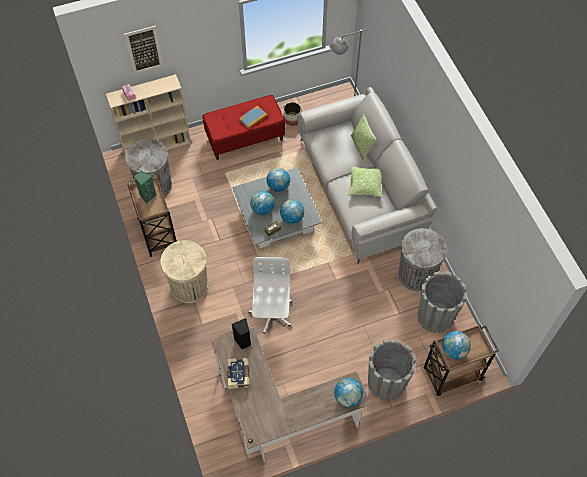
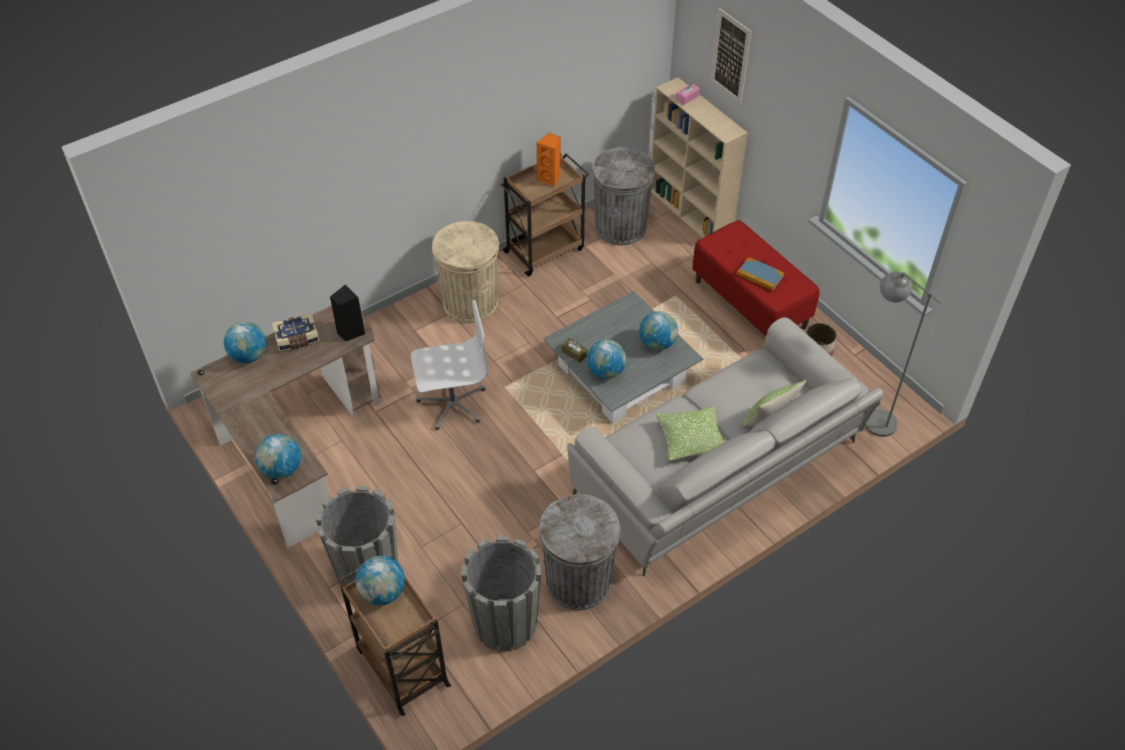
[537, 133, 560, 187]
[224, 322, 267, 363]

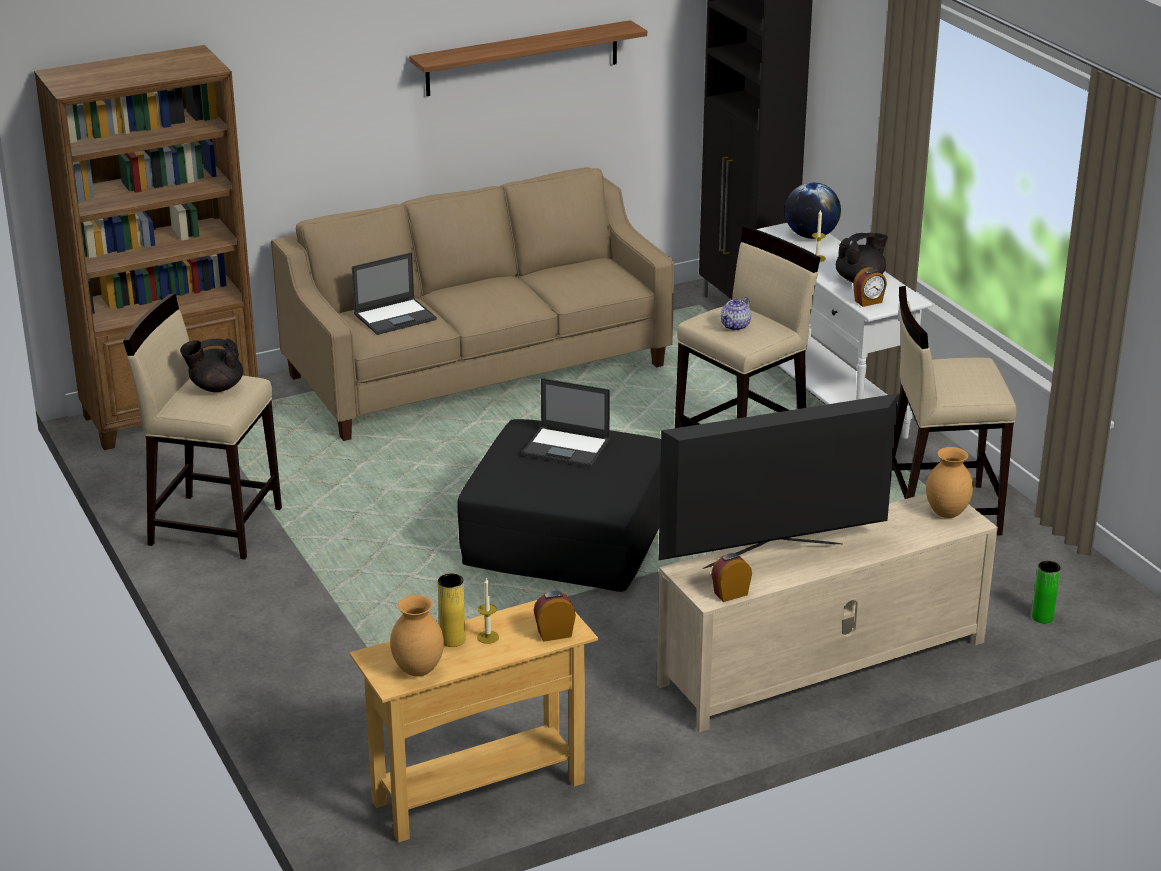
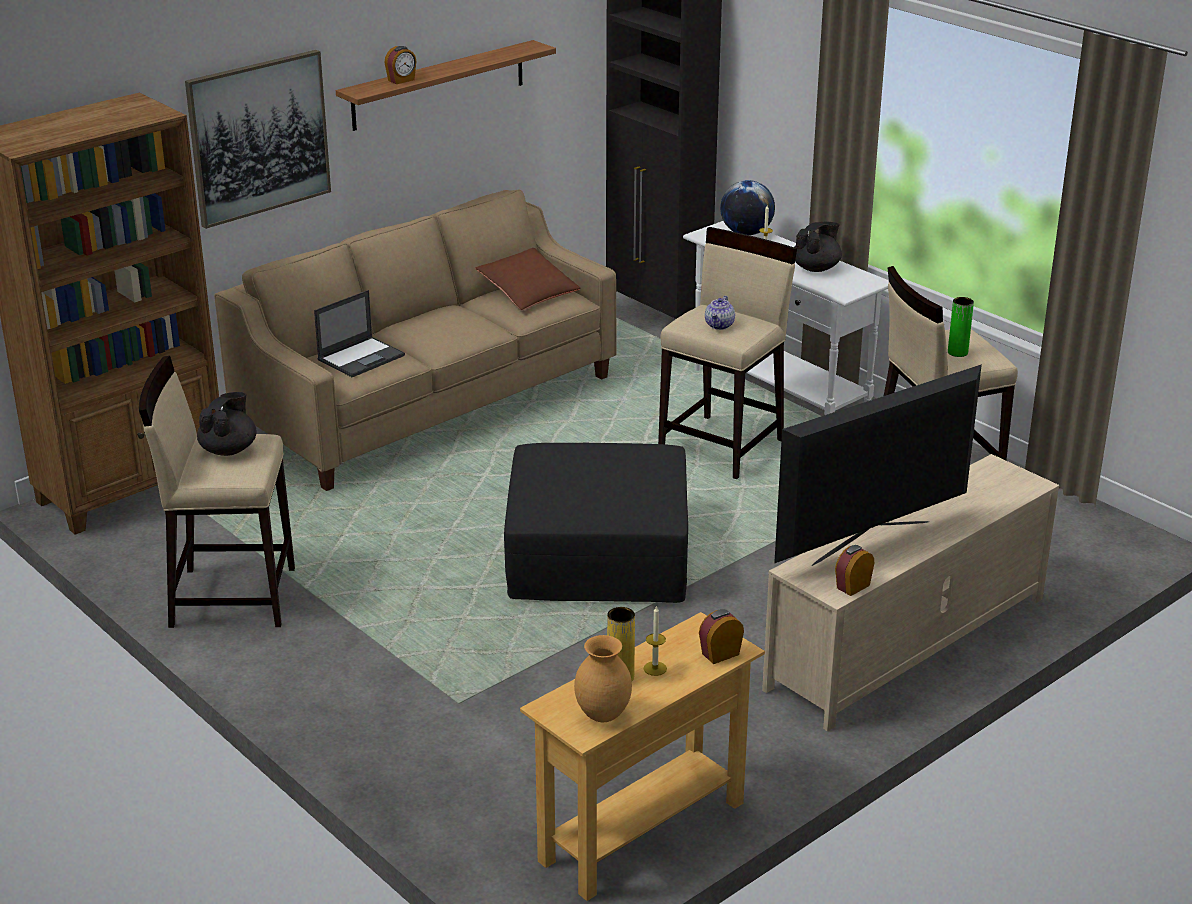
[197, 392, 257, 456]
[522, 378, 610, 468] (first image)
[385, 46, 416, 84]
[926, 447, 973, 518] (first image)
[948, 297, 974, 357]
[185, 50, 331, 229]
[475, 248, 581, 310]

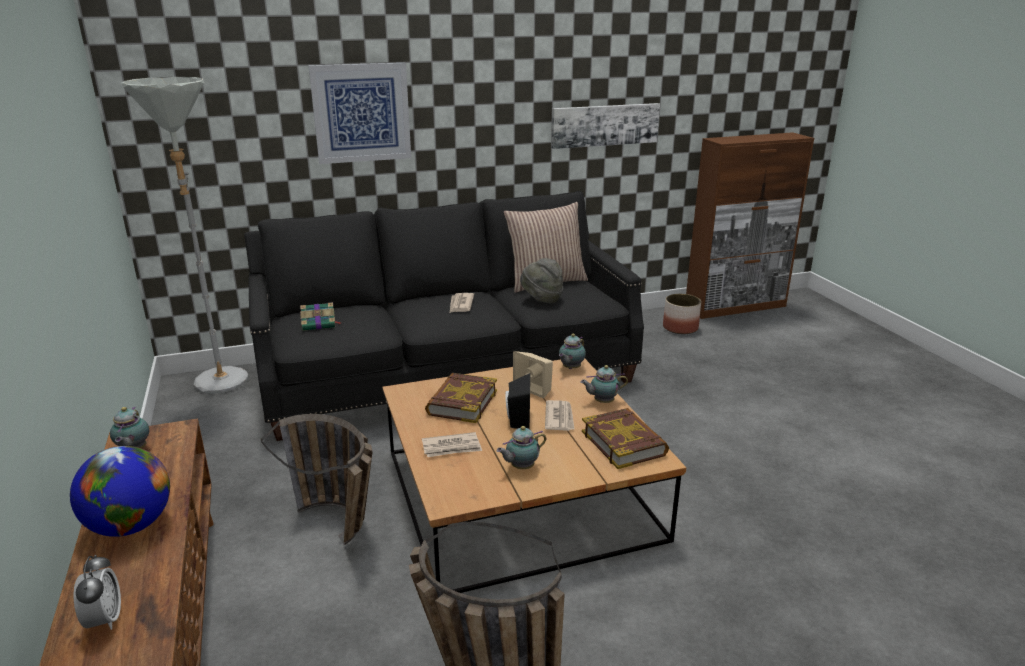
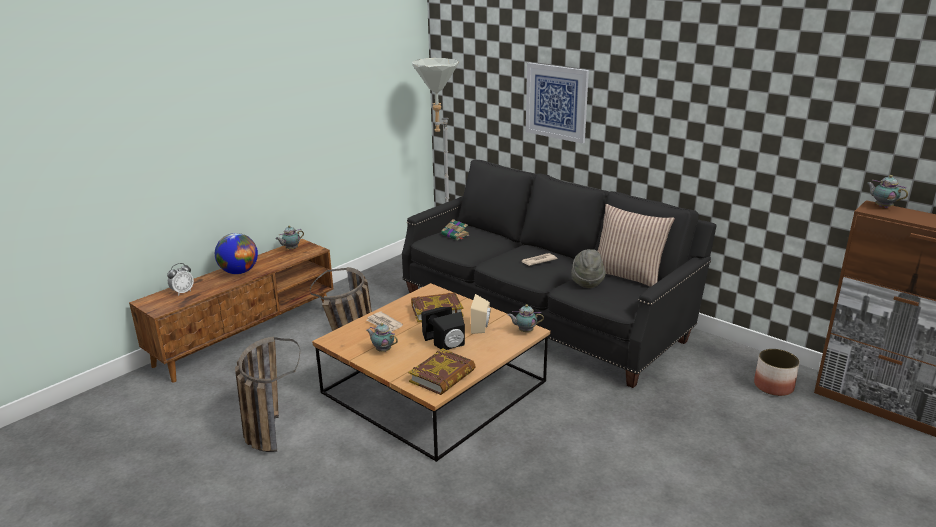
[433, 312, 465, 350]
[551, 103, 660, 149] (first image)
[867, 175, 908, 208]

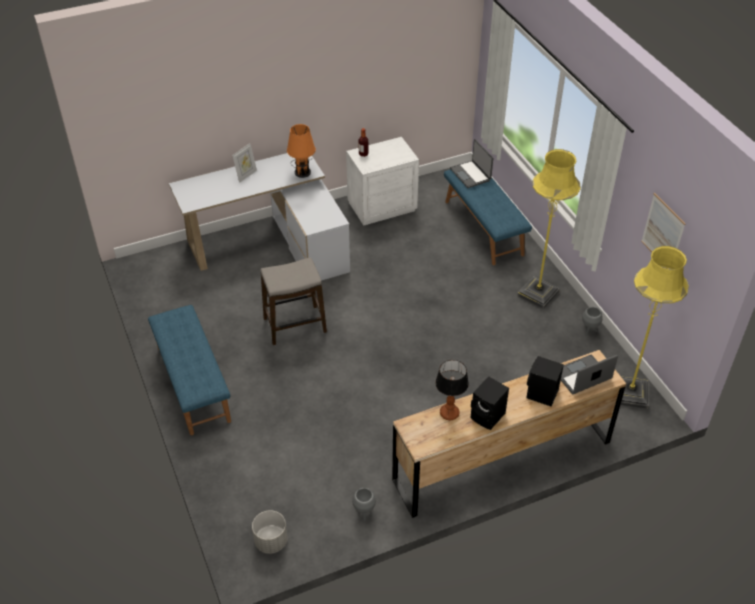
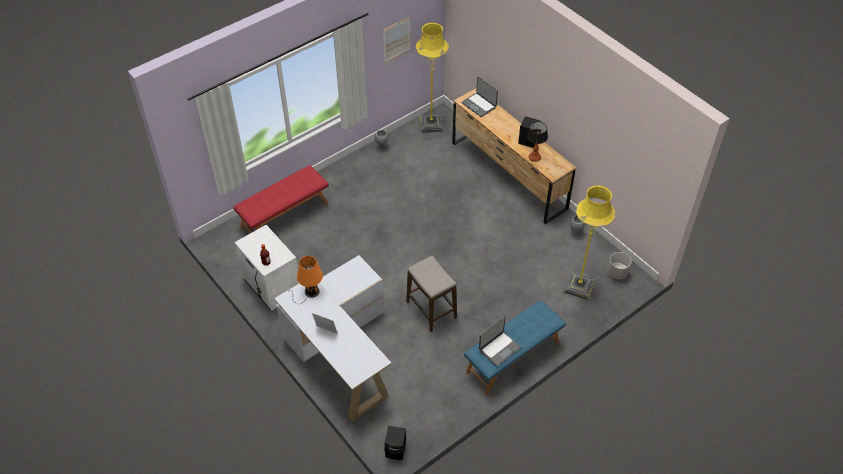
[233, 165, 329, 233]
[479, 317, 521, 367]
[564, 185, 615, 300]
[384, 426, 406, 460]

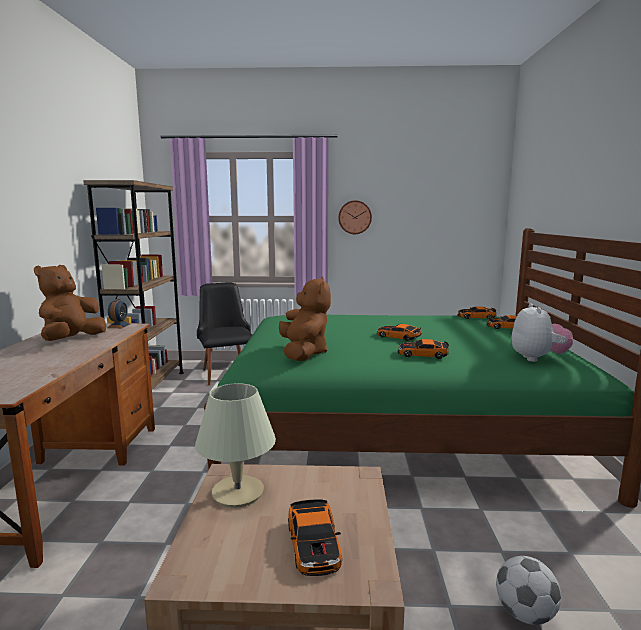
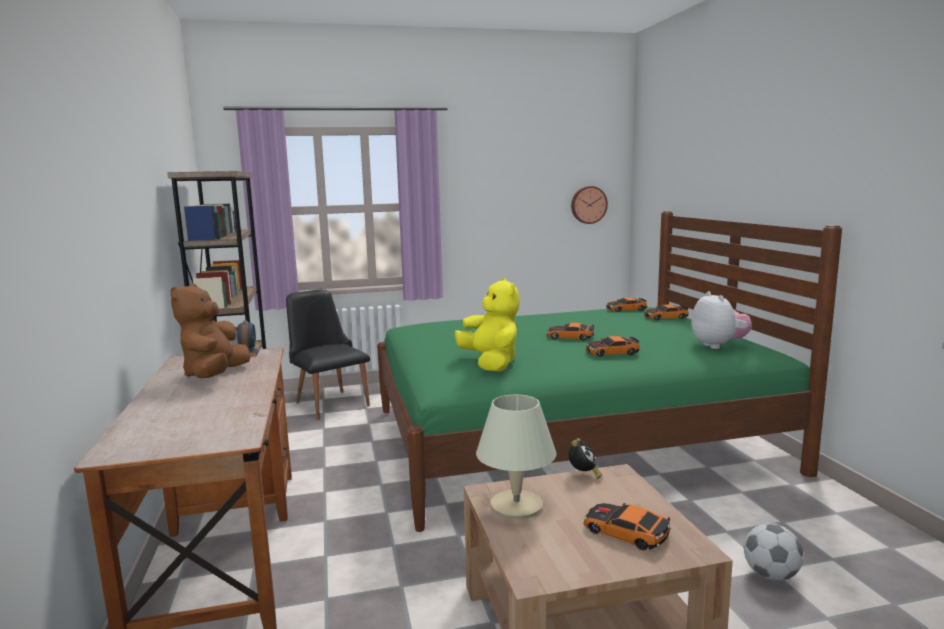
[455, 278, 520, 372]
[583, 503, 671, 550]
[571, 186, 608, 224]
[568, 438, 602, 479]

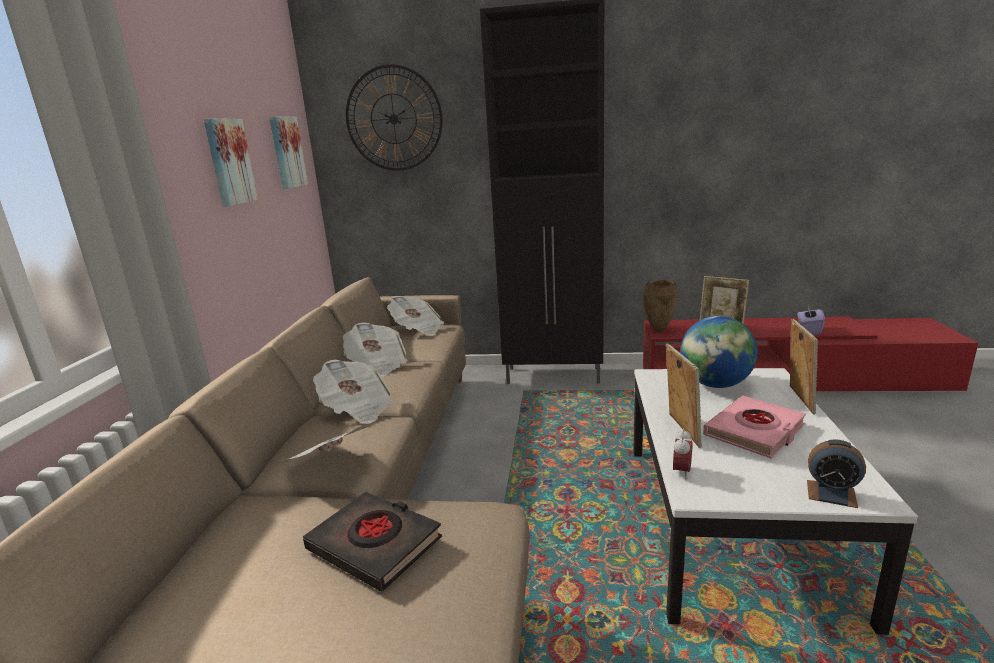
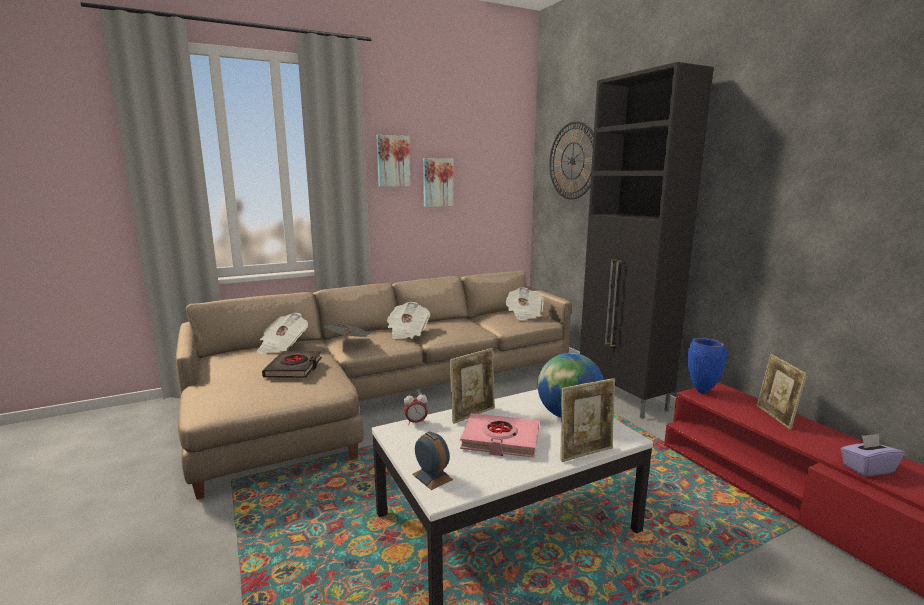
[376, 135, 411, 187]
[257, 313, 308, 354]
[688, 338, 727, 394]
[412, 431, 453, 490]

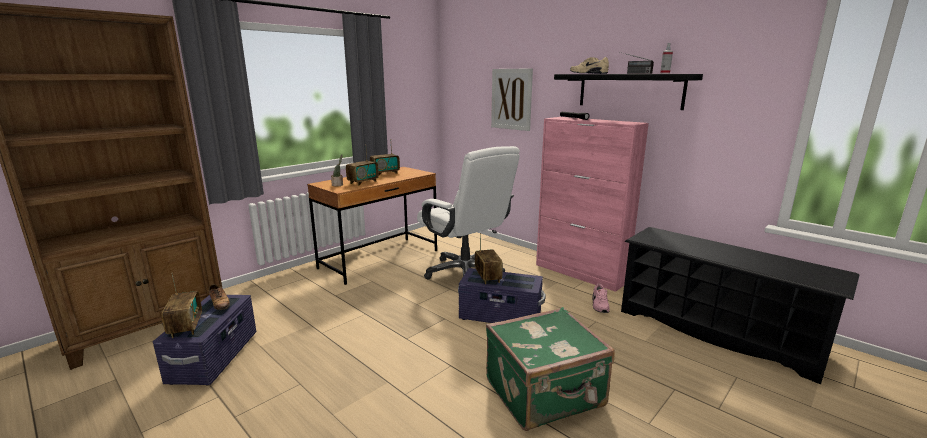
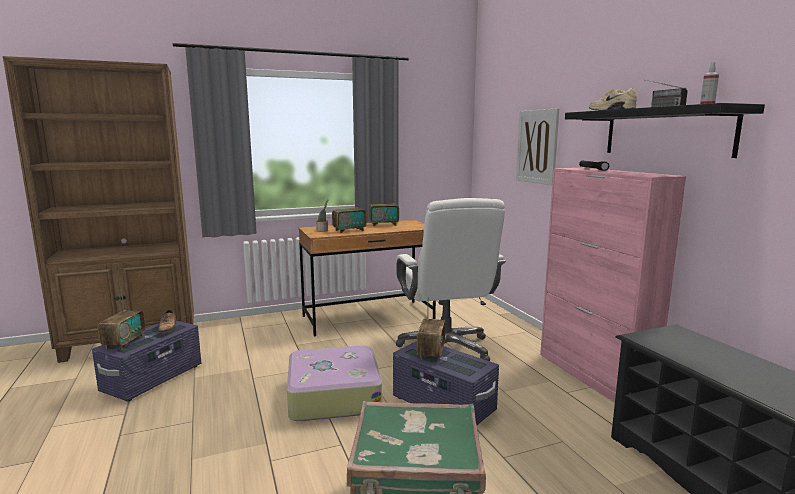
[592, 284, 609, 313] (first image)
[287, 345, 383, 421]

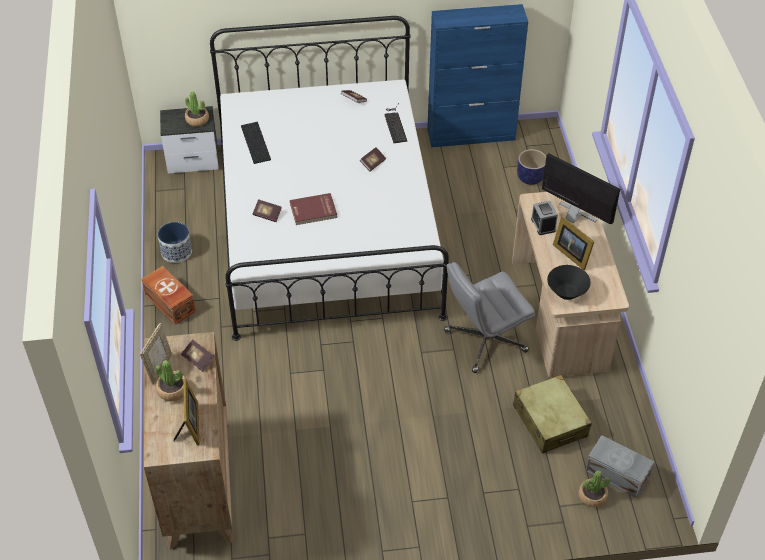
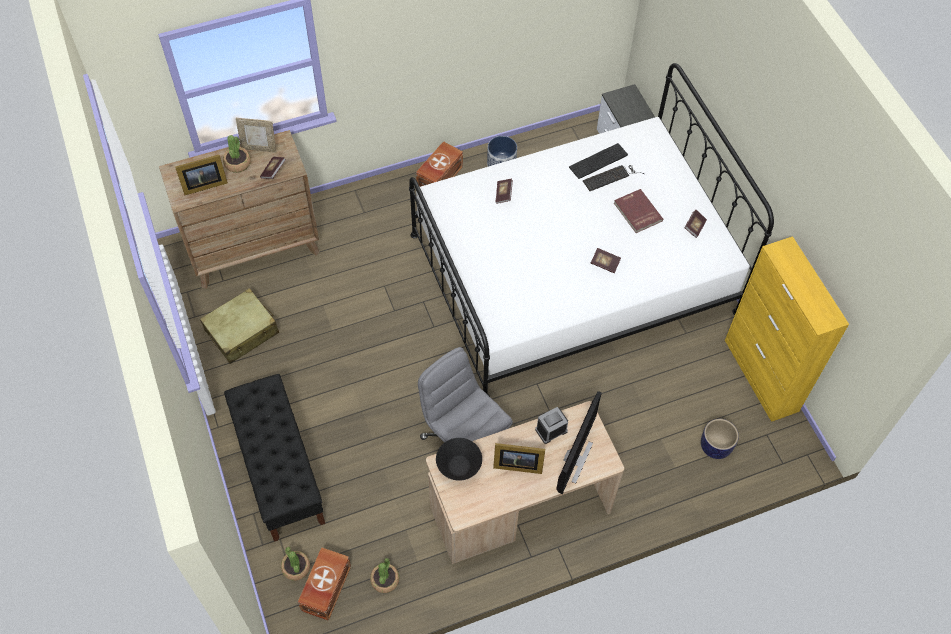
[370, 558, 399, 593]
[614, 189, 663, 233]
[583, 165, 644, 191]
[725, 236, 849, 422]
[200, 288, 279, 364]
[493, 443, 545, 474]
[298, 547, 351, 621]
[224, 374, 325, 542]

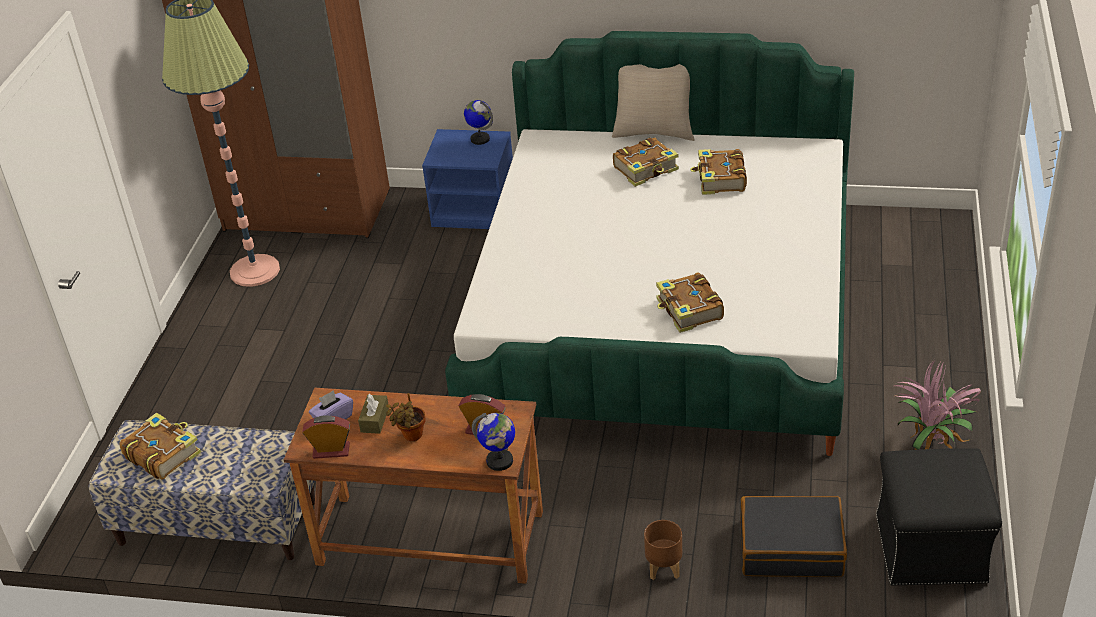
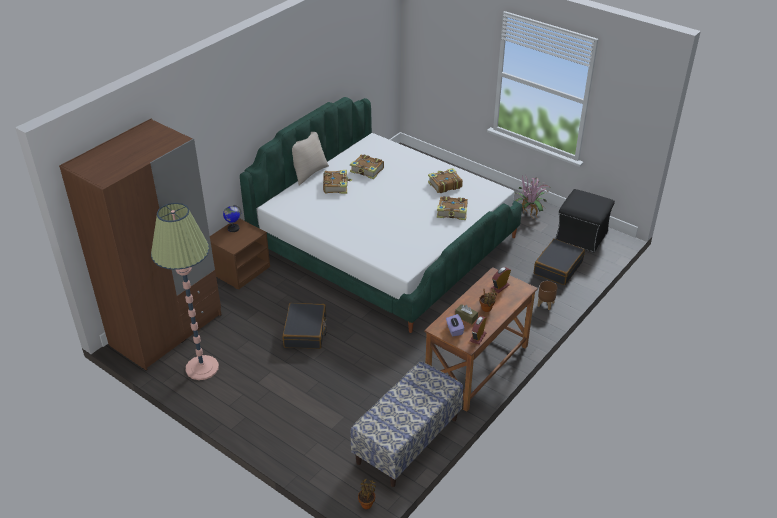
[428, 168, 463, 193]
[210, 218, 270, 290]
[472, 413, 515, 471] (first image)
[282, 303, 327, 349]
[358, 479, 376, 509]

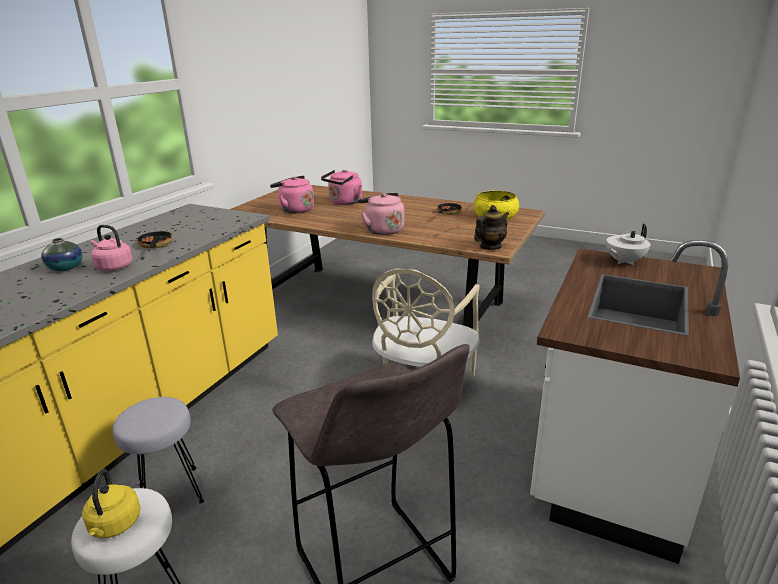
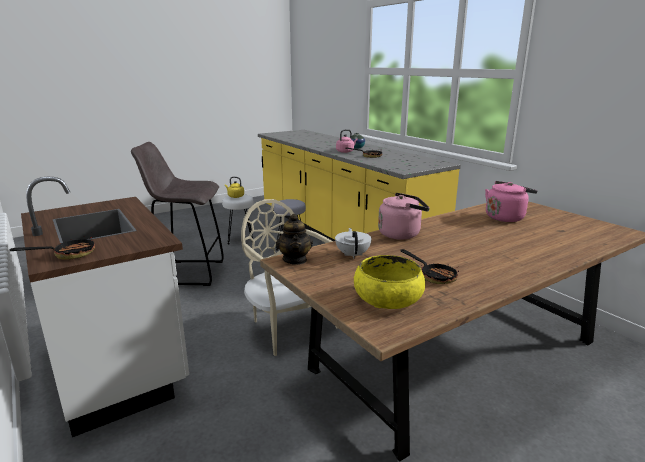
[321, 170, 362, 205] (first image)
[335, 228, 372, 259]
[10, 236, 95, 260]

